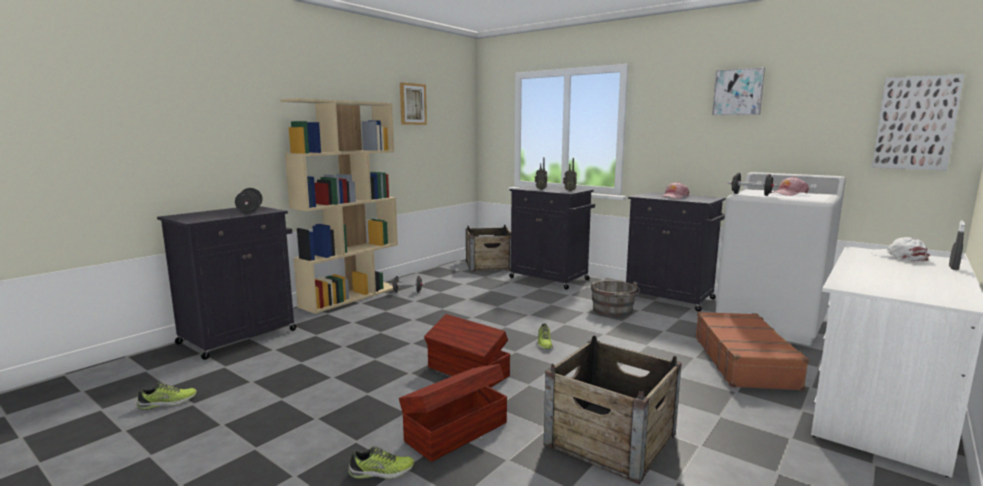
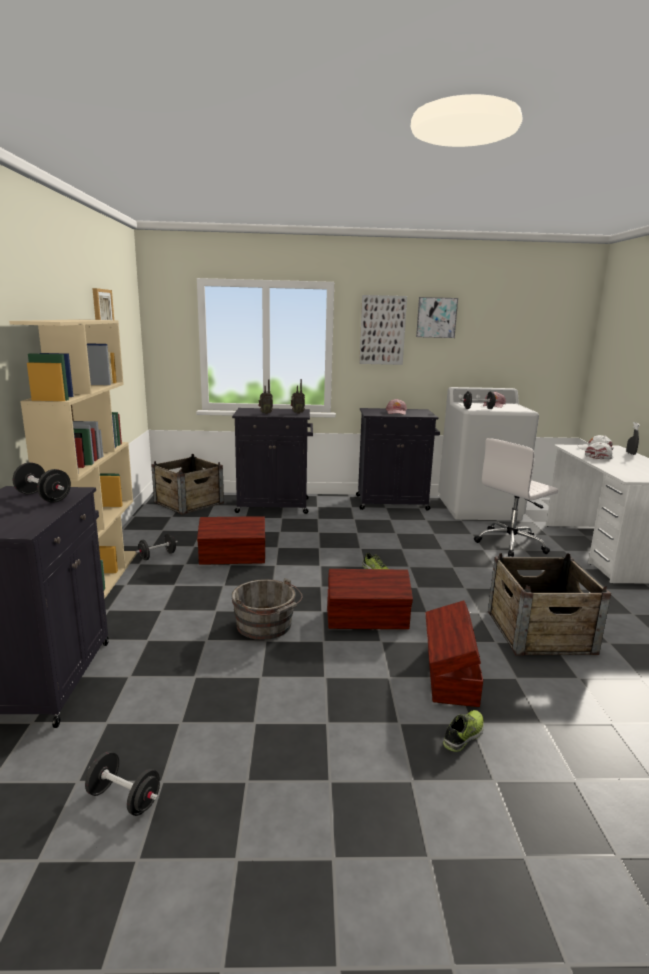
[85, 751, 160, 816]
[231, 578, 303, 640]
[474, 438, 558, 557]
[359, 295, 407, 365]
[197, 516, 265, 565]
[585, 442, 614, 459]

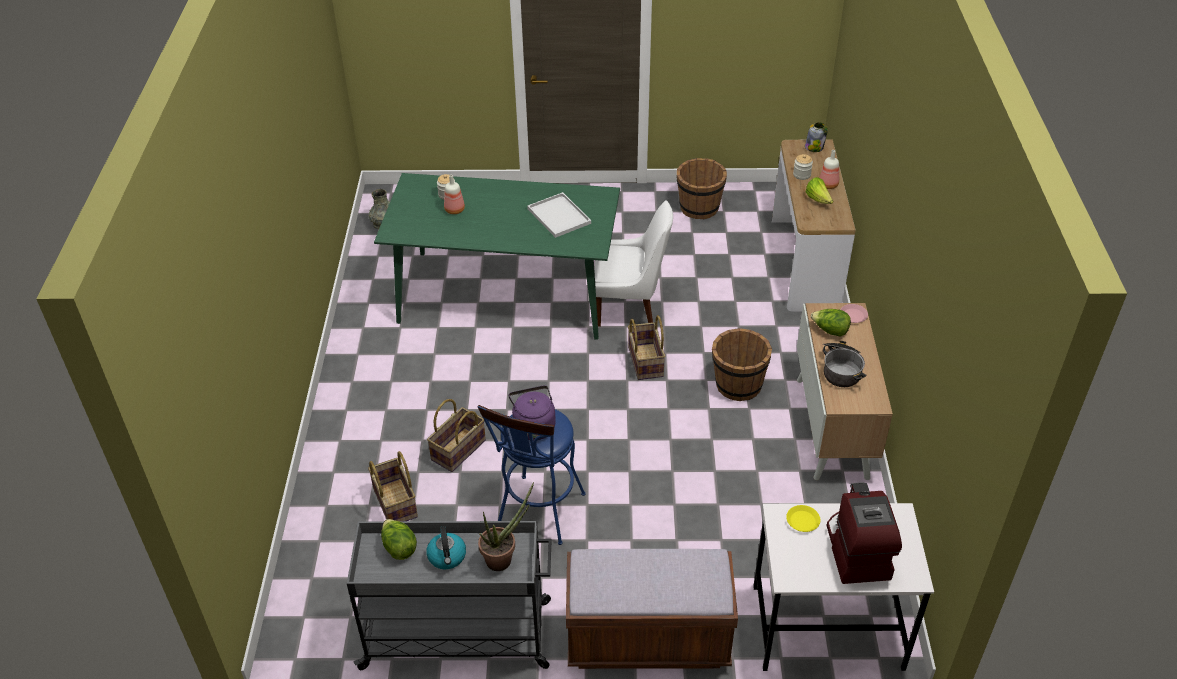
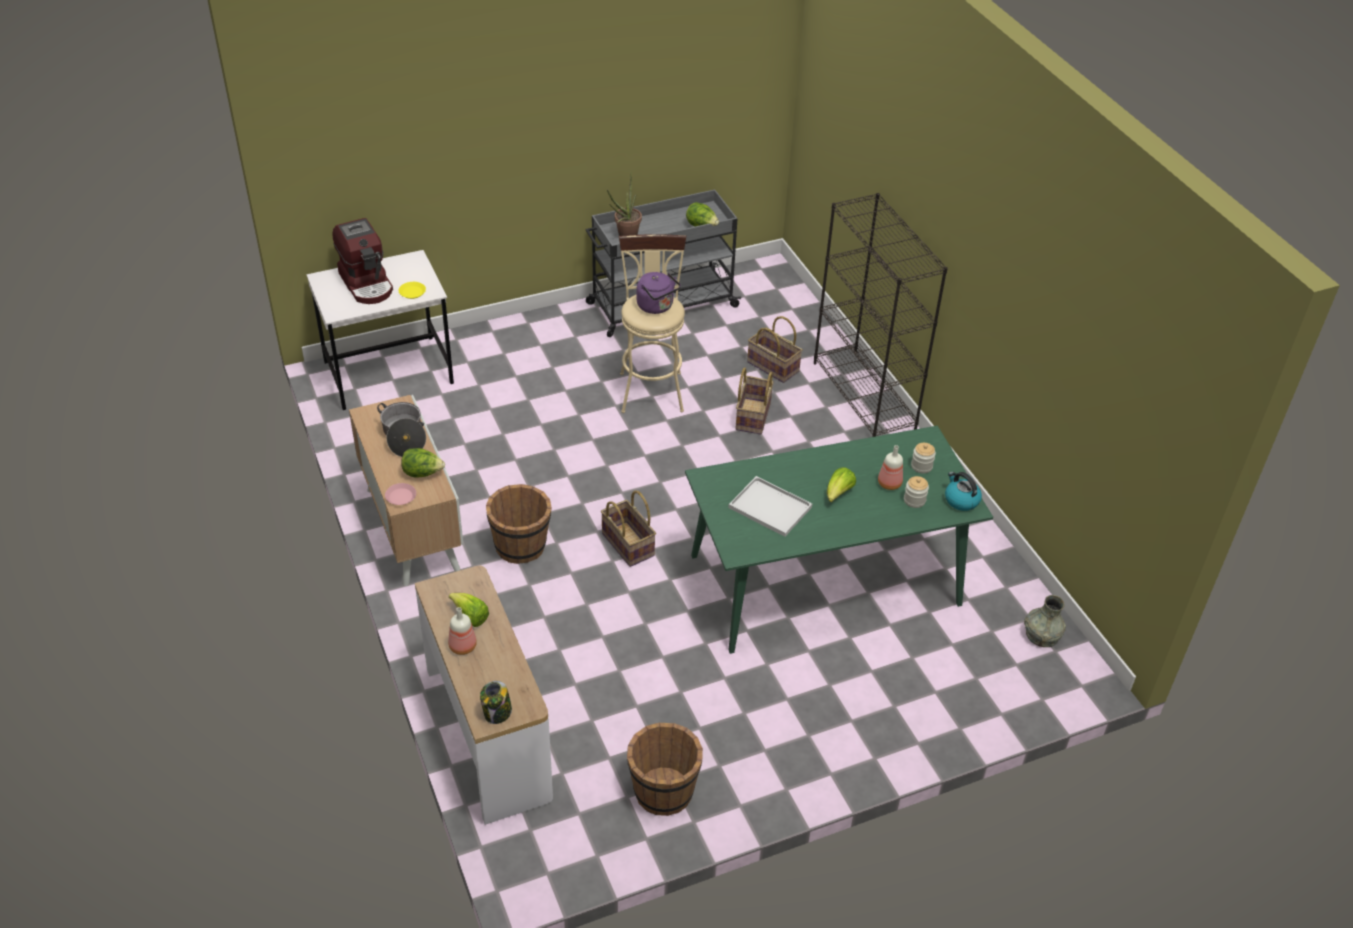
[945, 472, 982, 511]
[619, 234, 686, 413]
[566, 549, 738, 669] (first image)
[594, 200, 673, 327] (first image)
[911, 443, 936, 474]
[814, 193, 948, 437]
[827, 468, 856, 502]

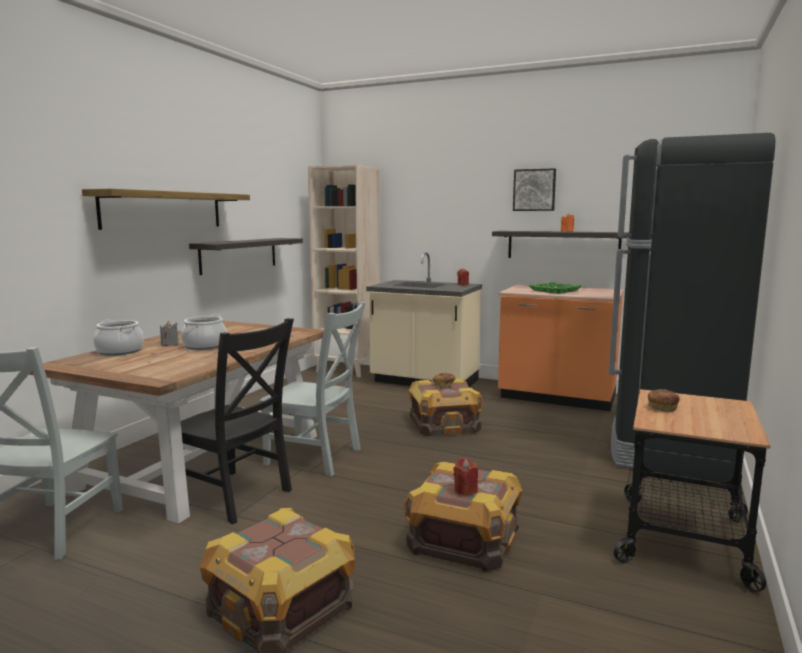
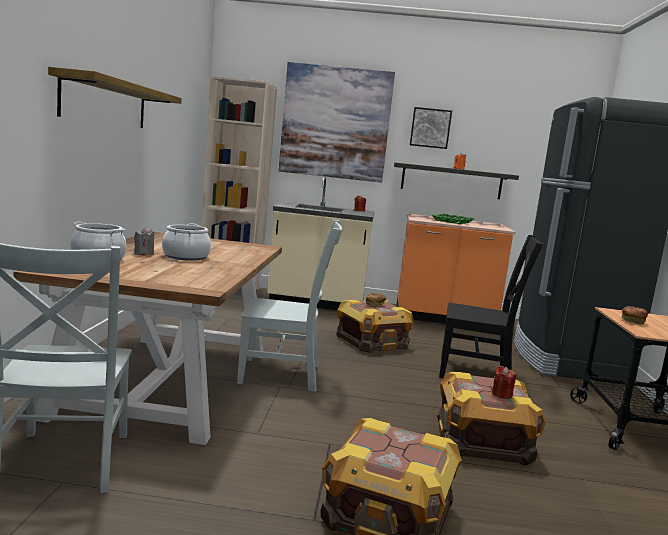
[439, 235, 544, 378]
[189, 238, 303, 275] (first image)
[278, 62, 395, 183]

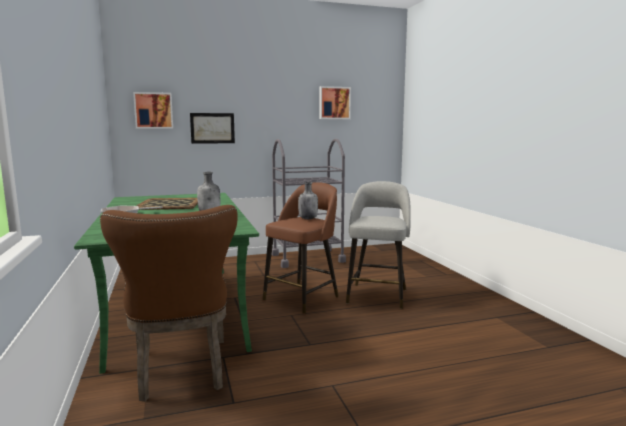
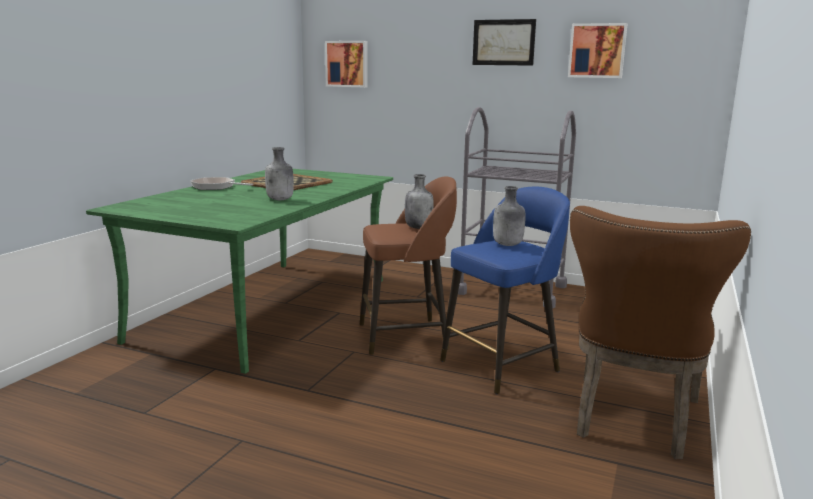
[570, 206, 751, 459]
[473, 19, 536, 66]
[440, 187, 570, 394]
[493, 186, 525, 246]

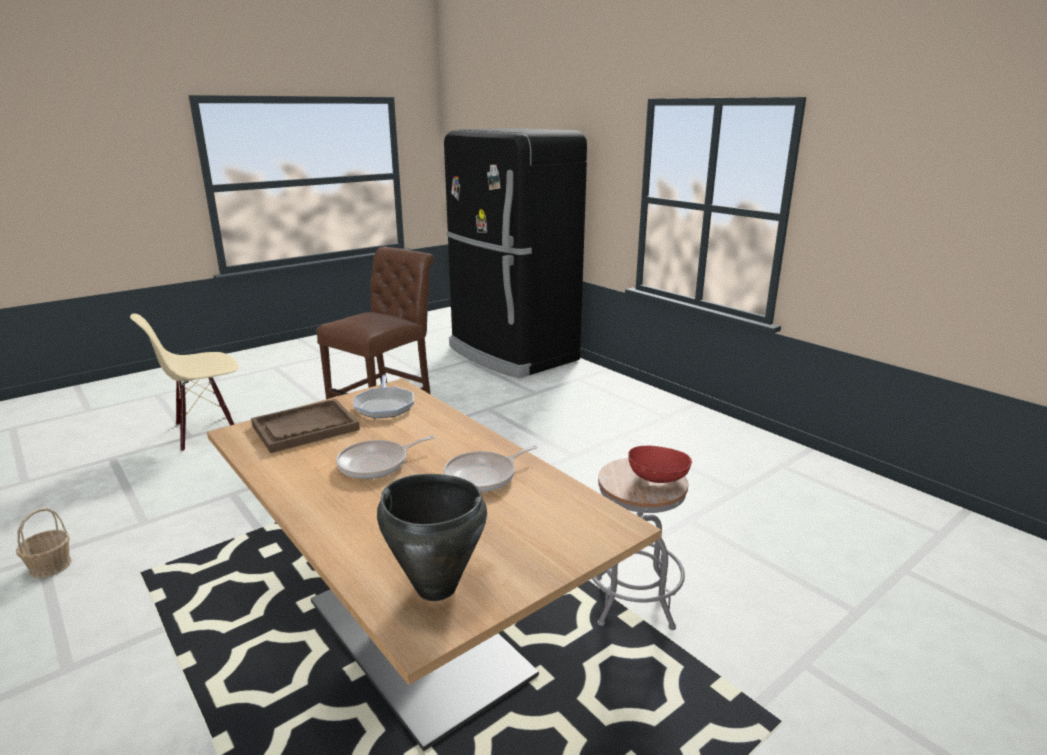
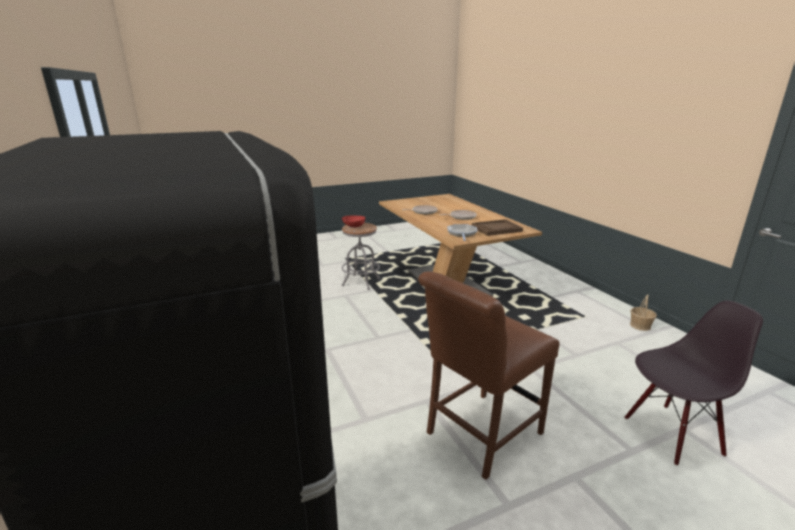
[625, 301, 763, 466]
[377, 474, 487, 601] (first image)

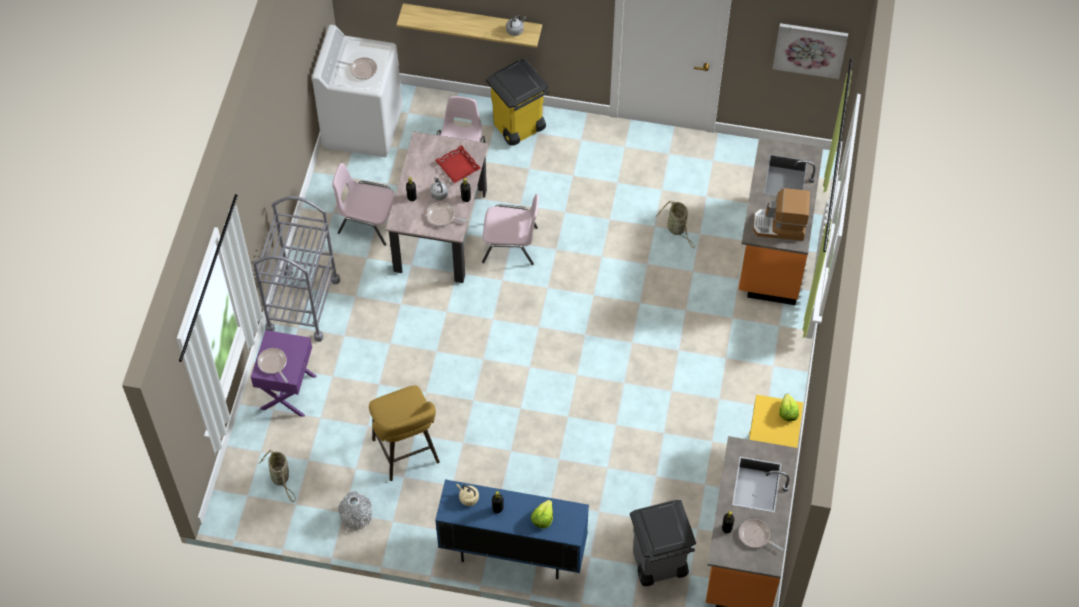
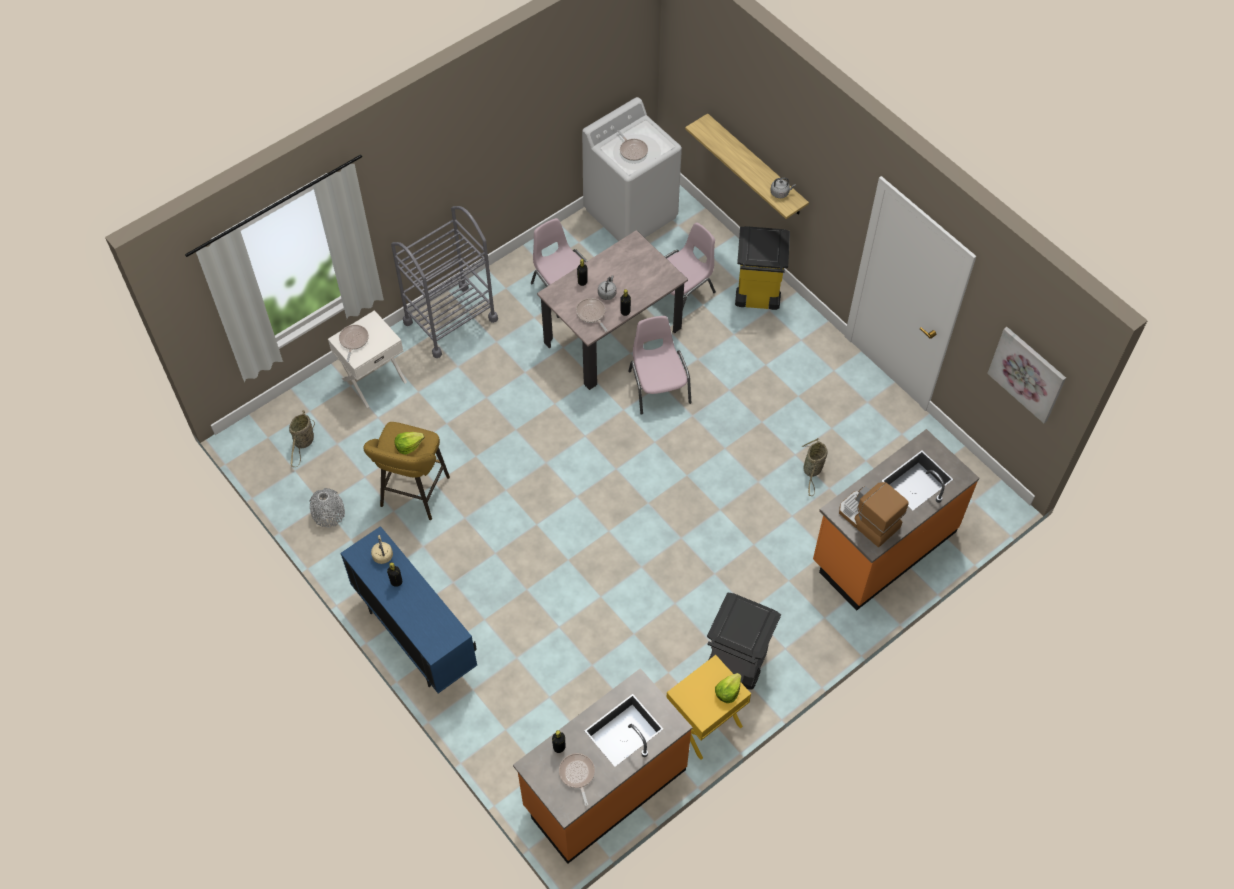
[328, 310, 407, 408]
[435, 145, 481, 184] (first image)
[628, 316, 691, 415]
[395, 432, 425, 455]
[707, 592, 781, 690]

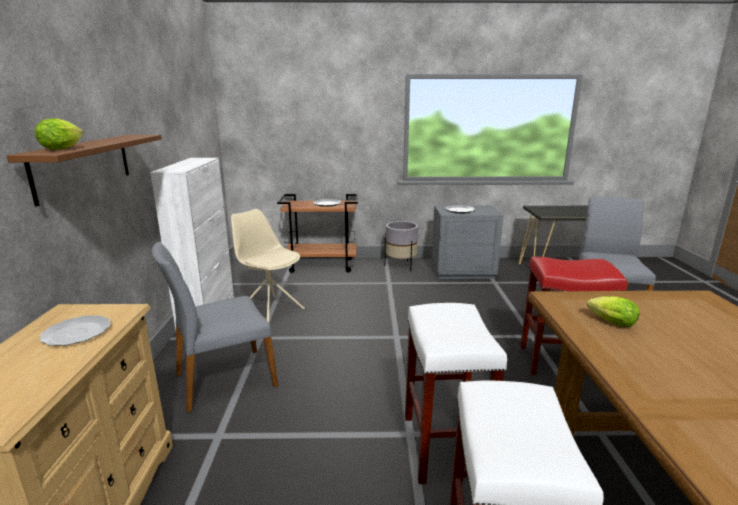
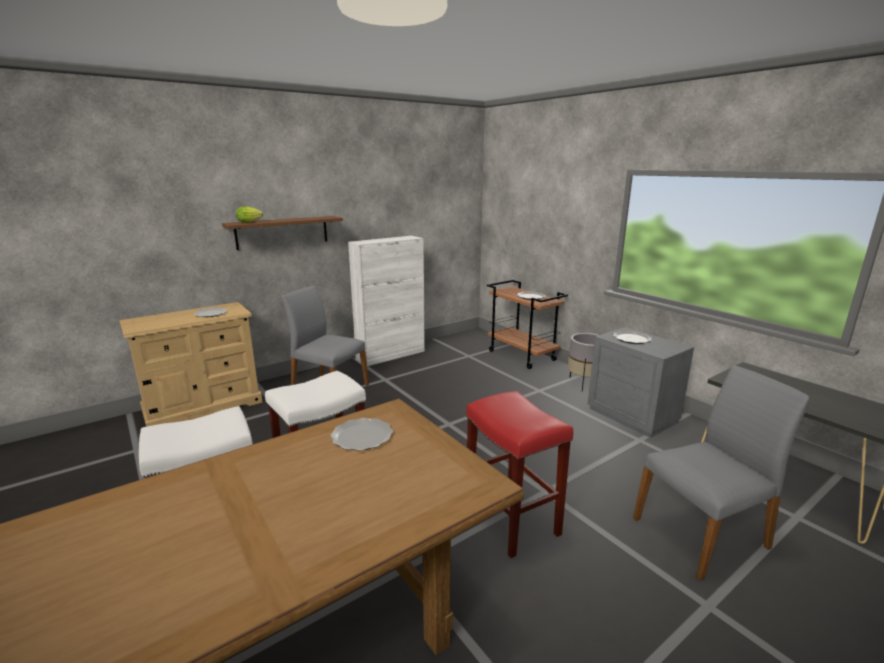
[231, 209, 305, 322] (first image)
[330, 418, 393, 451]

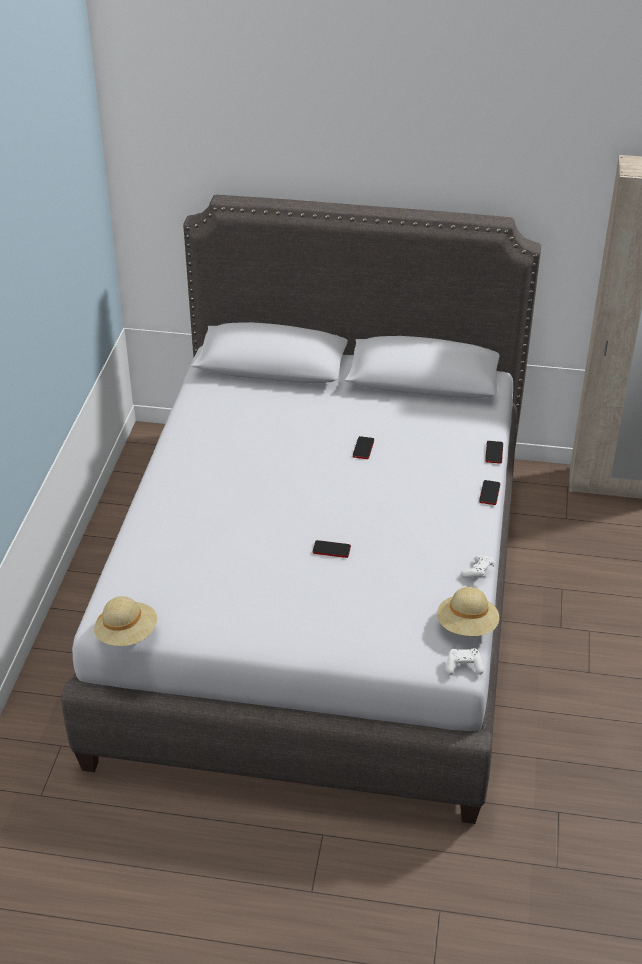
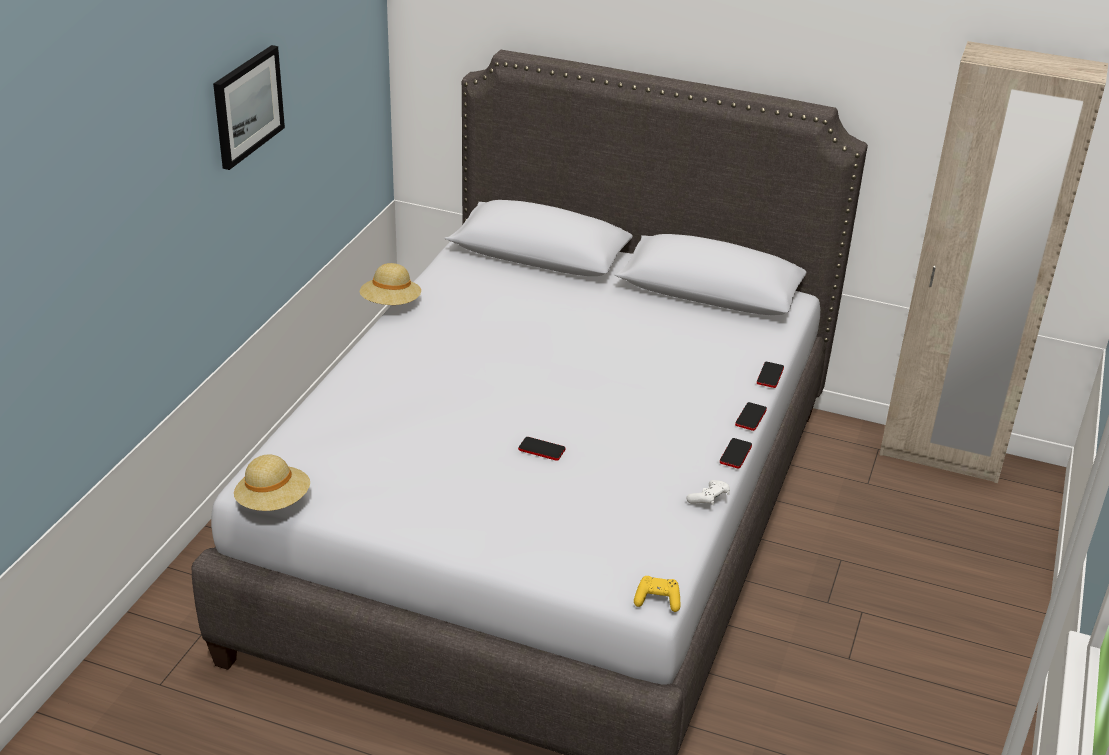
[720, 438, 752, 469]
[360, 263, 421, 305]
[634, 576, 680, 612]
[213, 45, 285, 170]

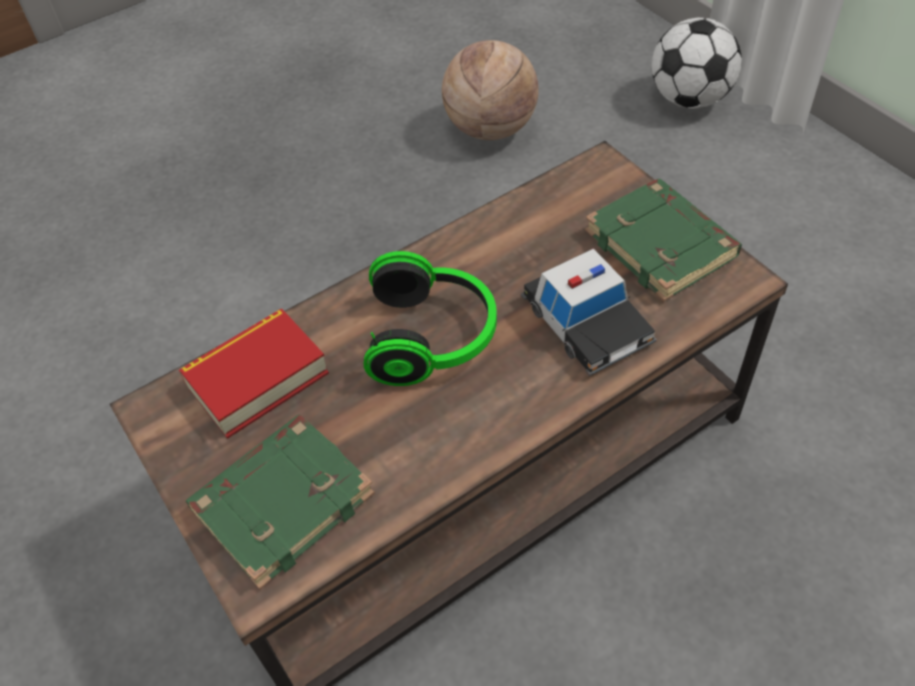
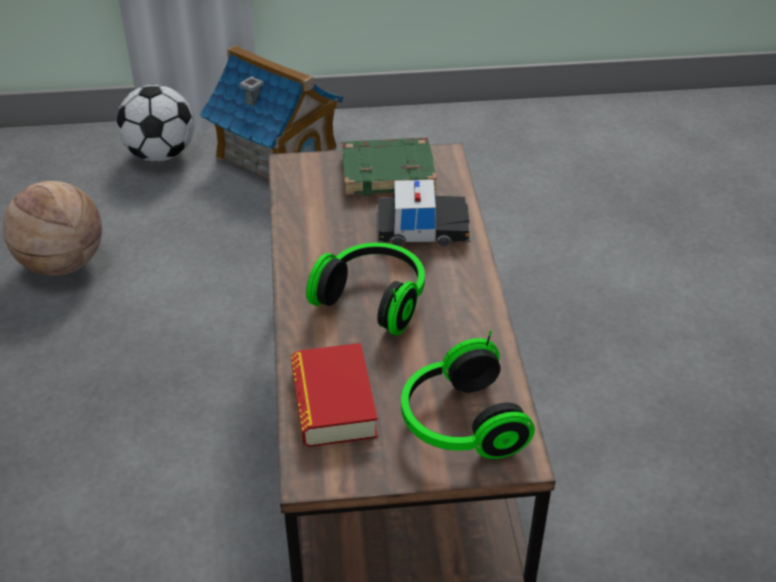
[401, 330, 535, 459]
[200, 45, 343, 180]

